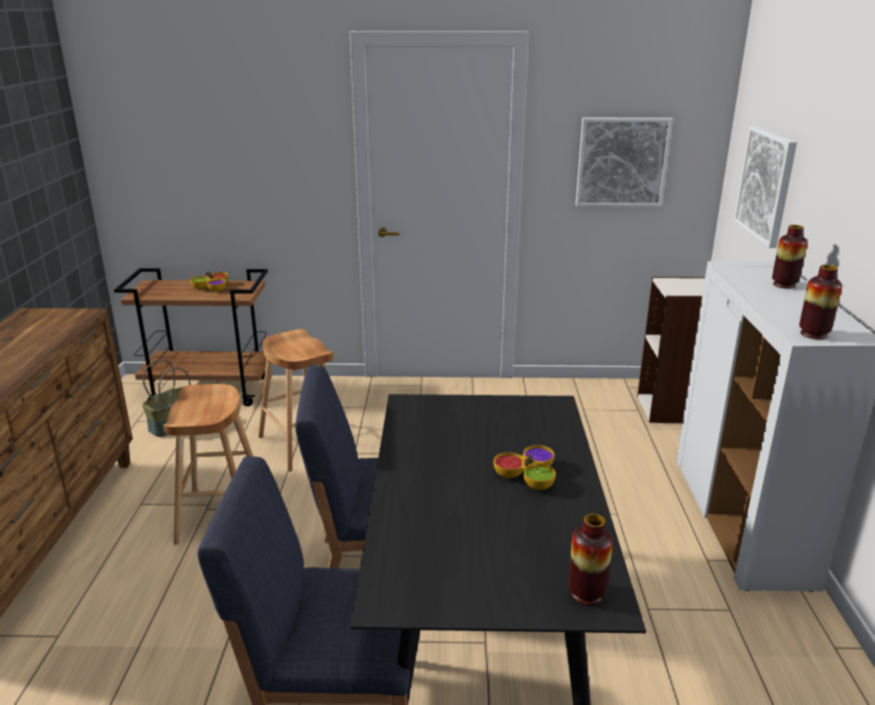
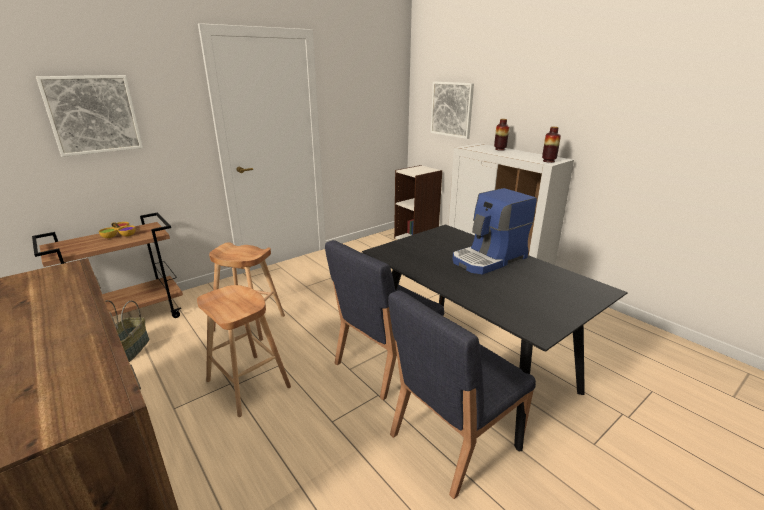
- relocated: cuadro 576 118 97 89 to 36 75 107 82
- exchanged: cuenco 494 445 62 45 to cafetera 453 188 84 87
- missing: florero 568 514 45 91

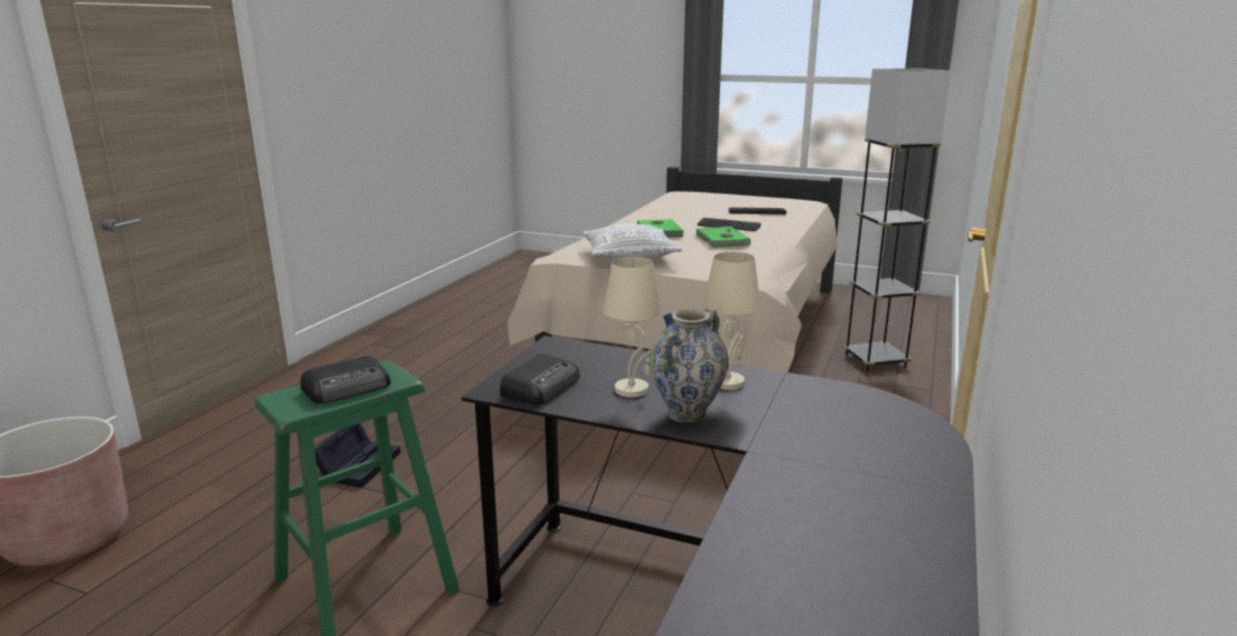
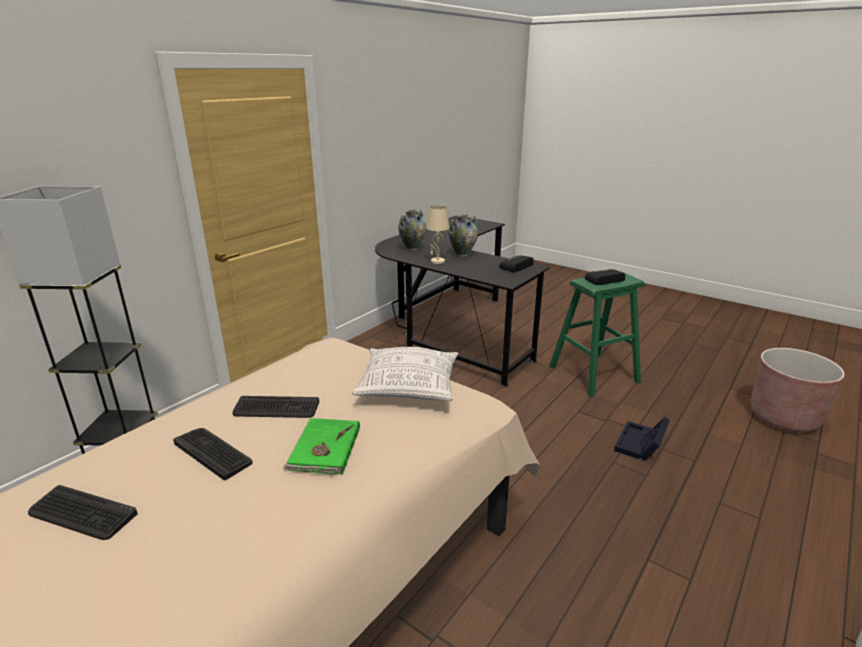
- exchanged: libro/verde 696 226 55 22 to teclado 233 396 86 22
- missing: lámpara de mesa/beis 603 257 58 140
- appeared: florero 398 209 28 42

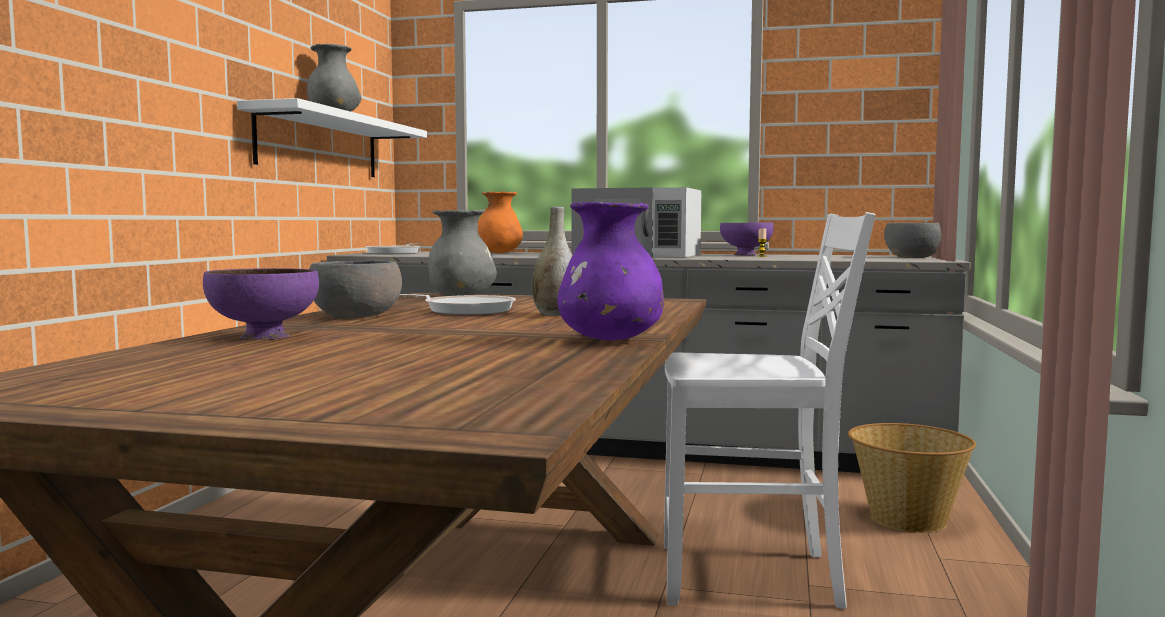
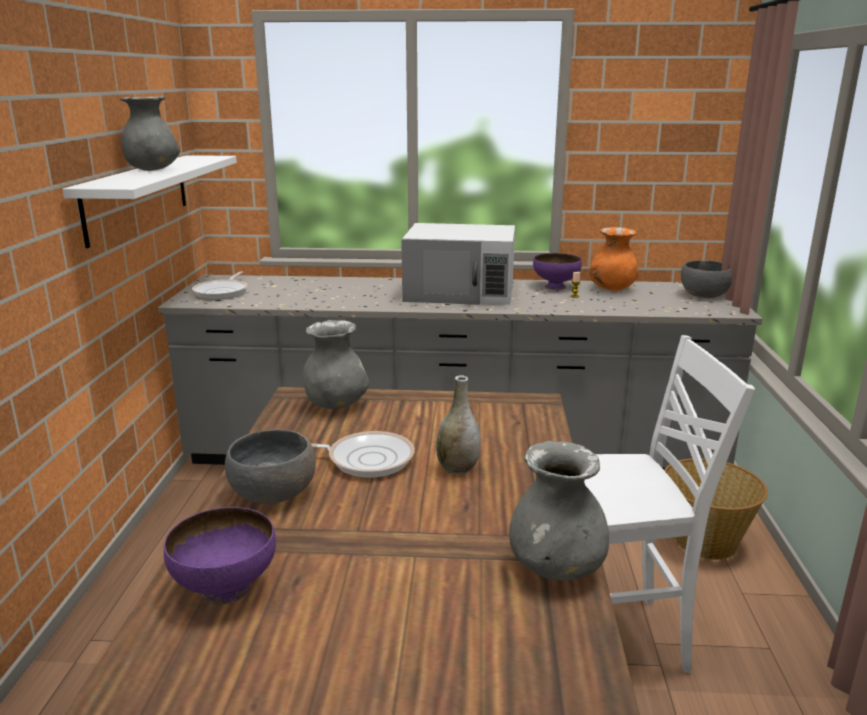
- relocated: florero/naranja 478 192 45 61 to 589 227 50 64
- colour: florero/morado 557 202 107 138 to florero/gris 509 441 100 139

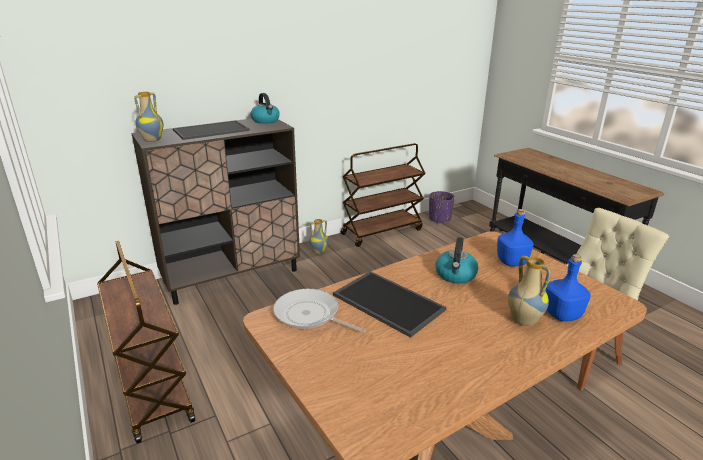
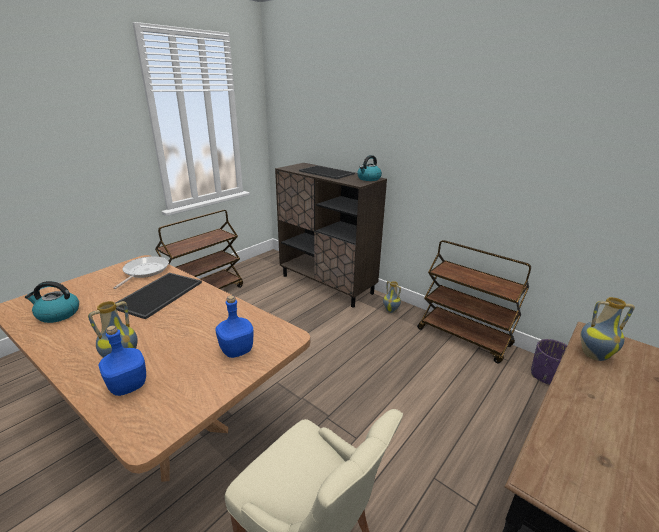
- relocated: florero 134 92 30 50 to 580 297 55 64
- relocated: hervidor 435 237 43 47 to 25 281 54 42

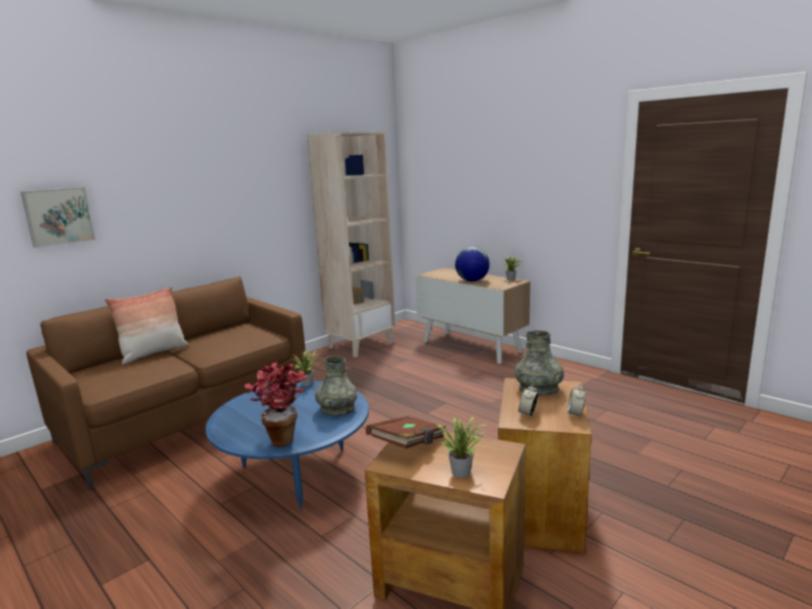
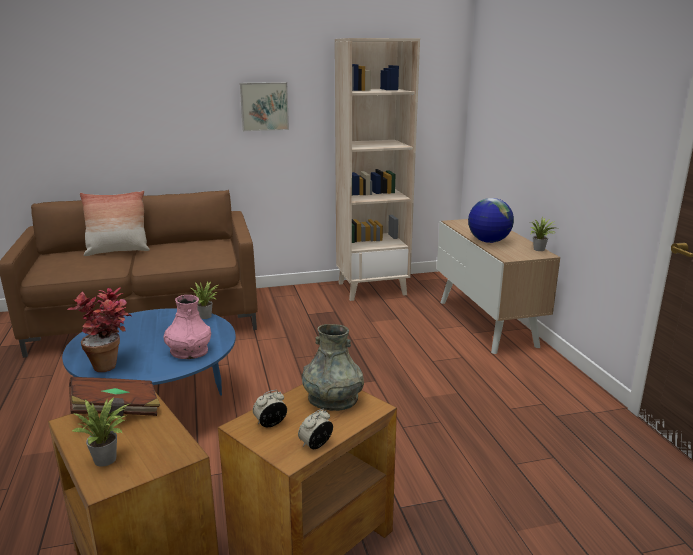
- relocated: cuadro 20 187 75 61 to 240 82 49 49
- colour: florero/gris 315 356 42 60 to florero/rosa 164 295 47 64

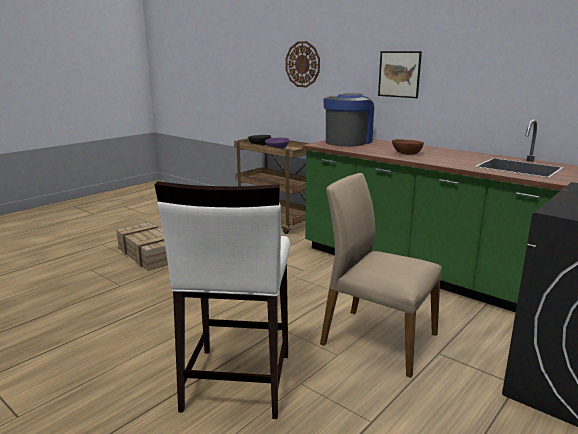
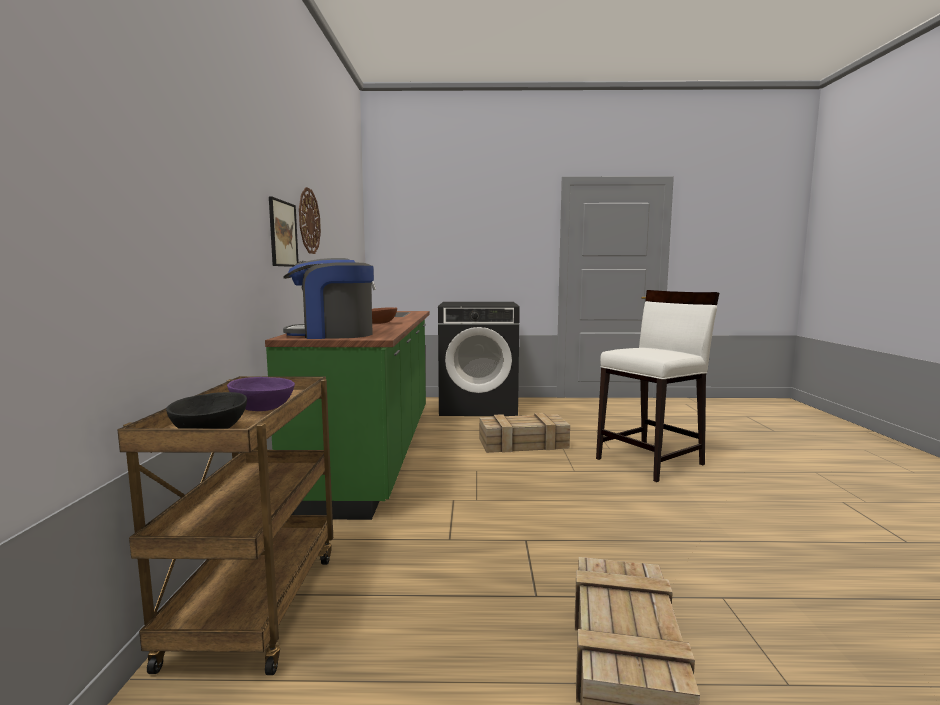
- relocated: reloj de pared 286 41 34 46 to 299 187 22 67
- exchanged: silla/beis 320 173 122 205 to caja de embalaje 480 413 90 40

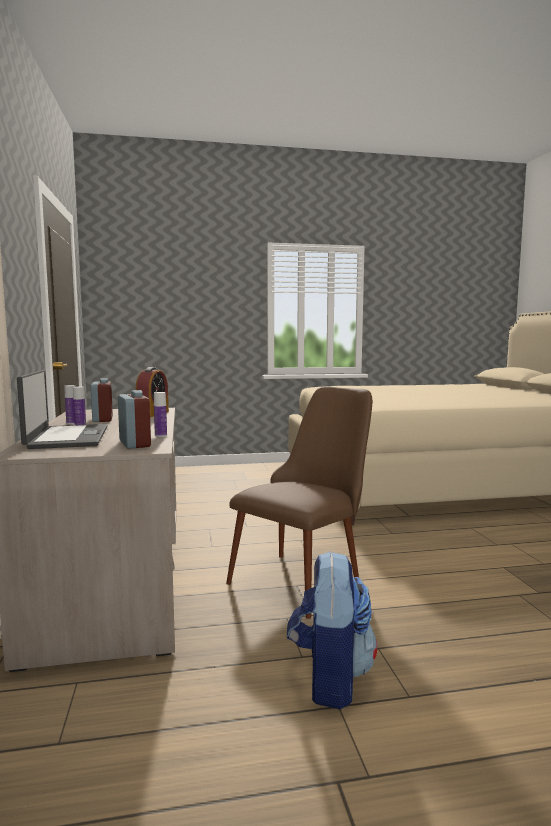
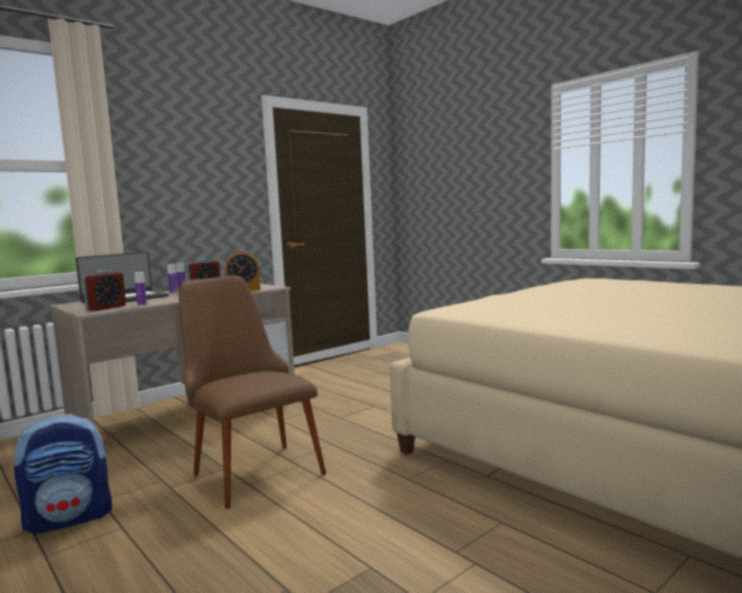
- spun: silla/marrón 226 387 146 232 = 179 276 147 233 135 degrees counterclockwise

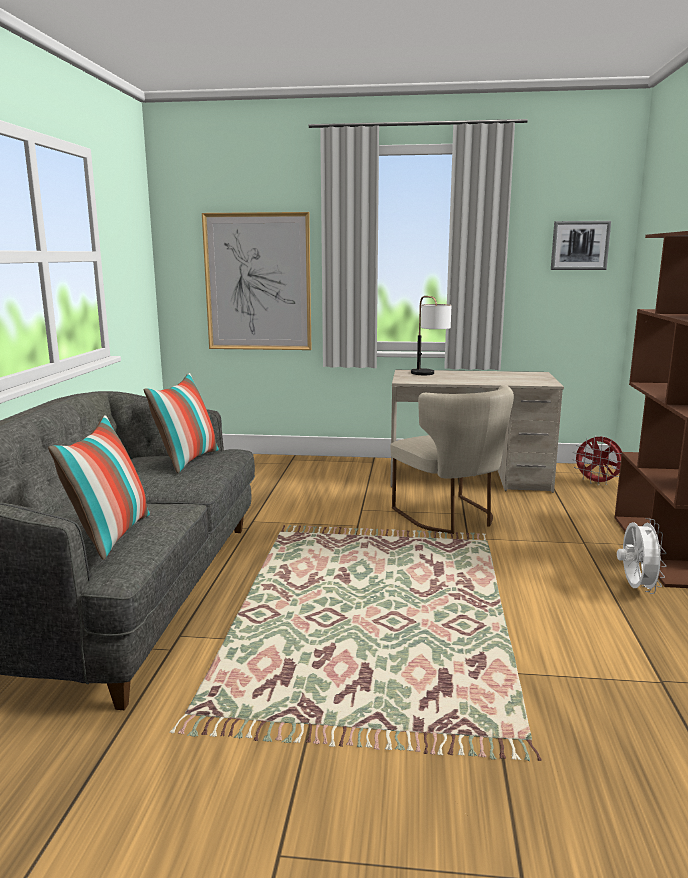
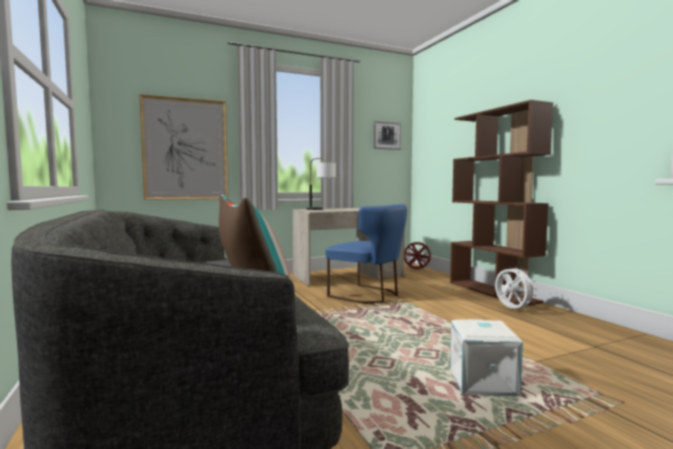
- missing: cojín 144 373 75 100
- colour: silla/beis 390 385 124 149 to silla/azul 325 204 82 100
- appeared: caja de almacenaje/blanco 450 319 73 77

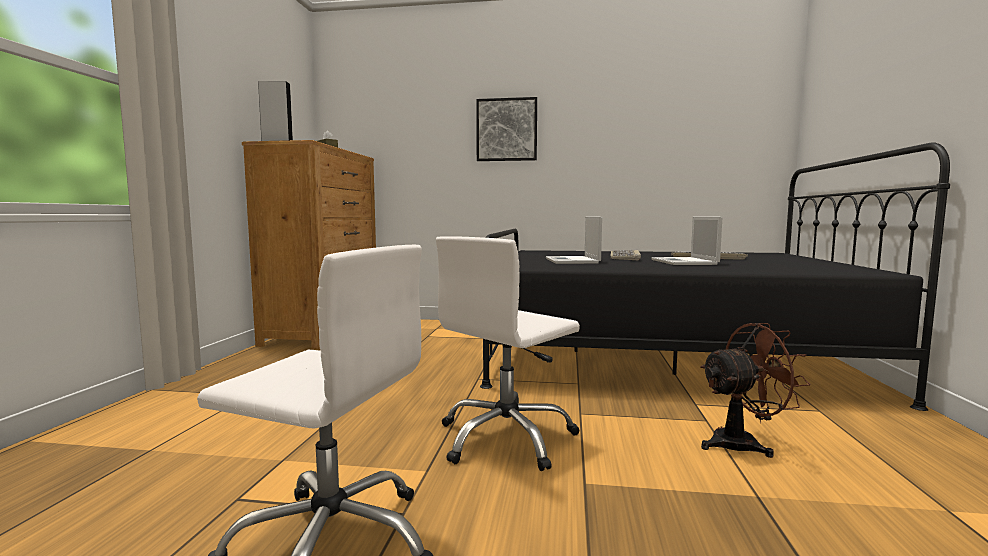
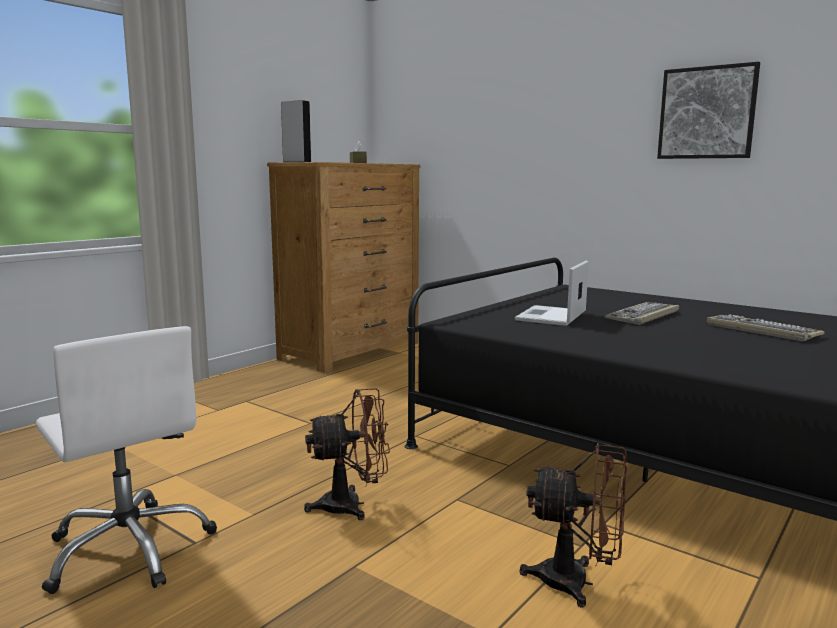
- relocated: cuadro 476 97 61 64 to 657 62 103 97
- missing: portátil 651 217 71 48
- exchanged: silla de oficina/blanco 436 236 144 235 to ventilador/marrón 304 388 86 132

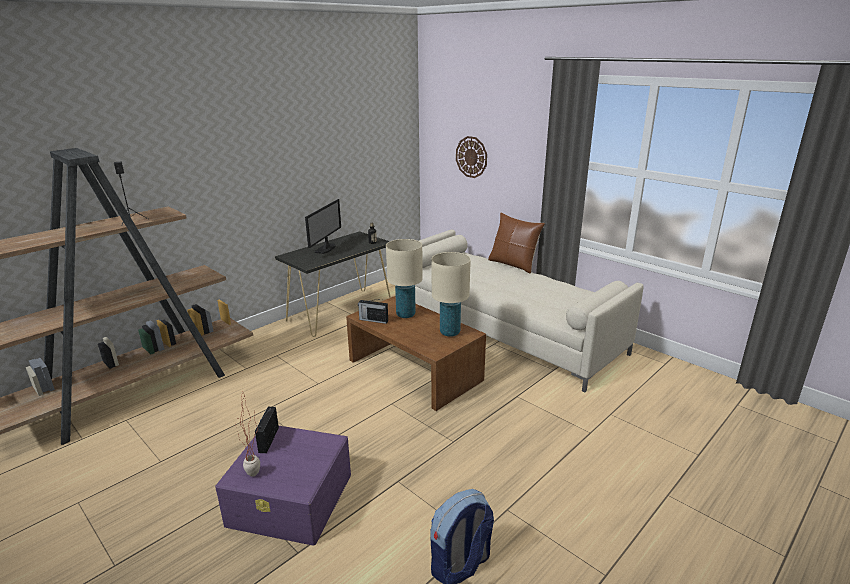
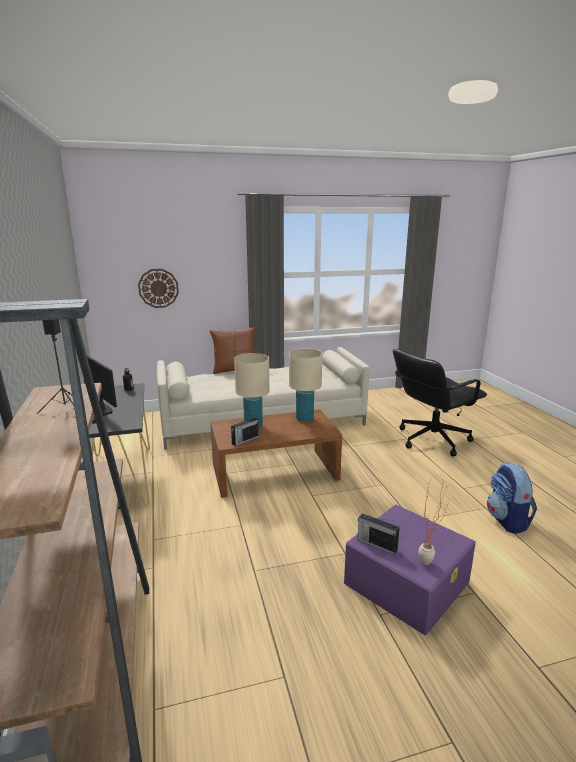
- appeared: silla de oficina/negro 393 349 94 108

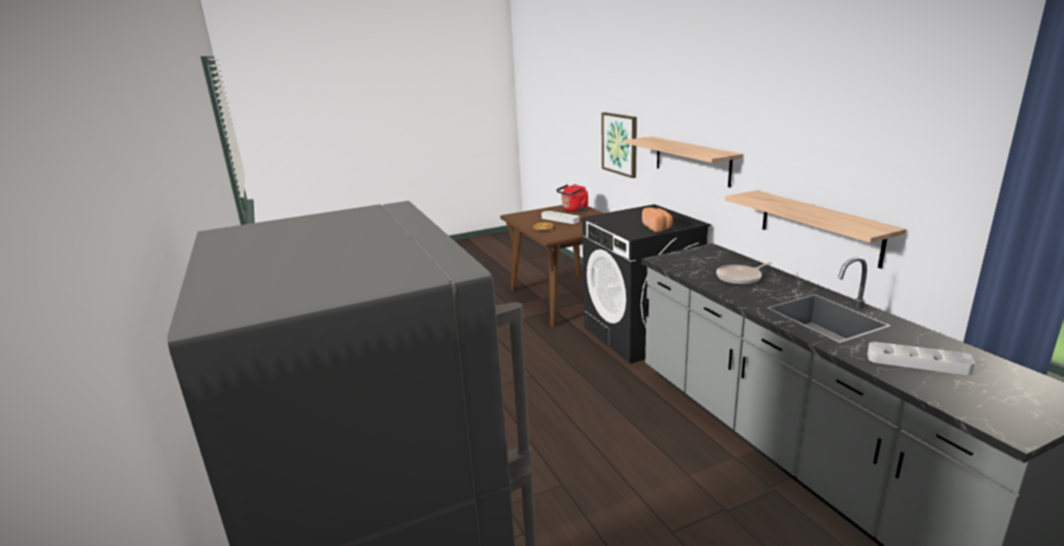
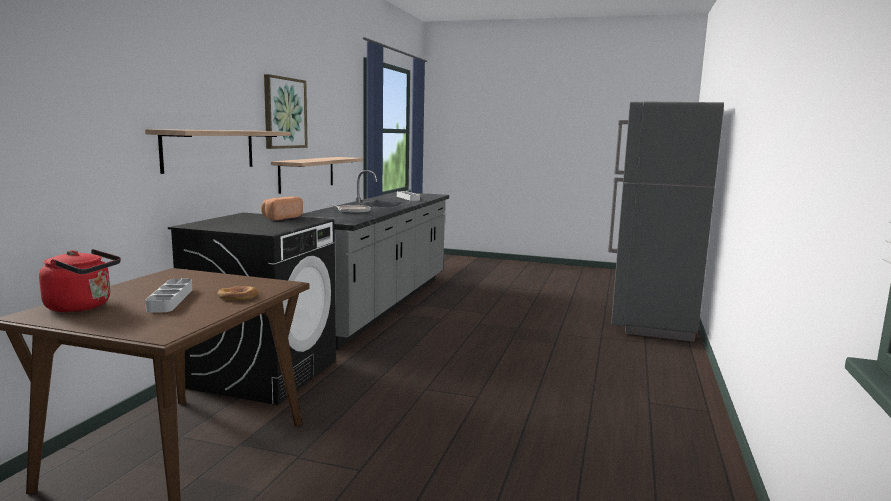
- relocated: cuadro 601 112 36 66 to 264 74 44 75

